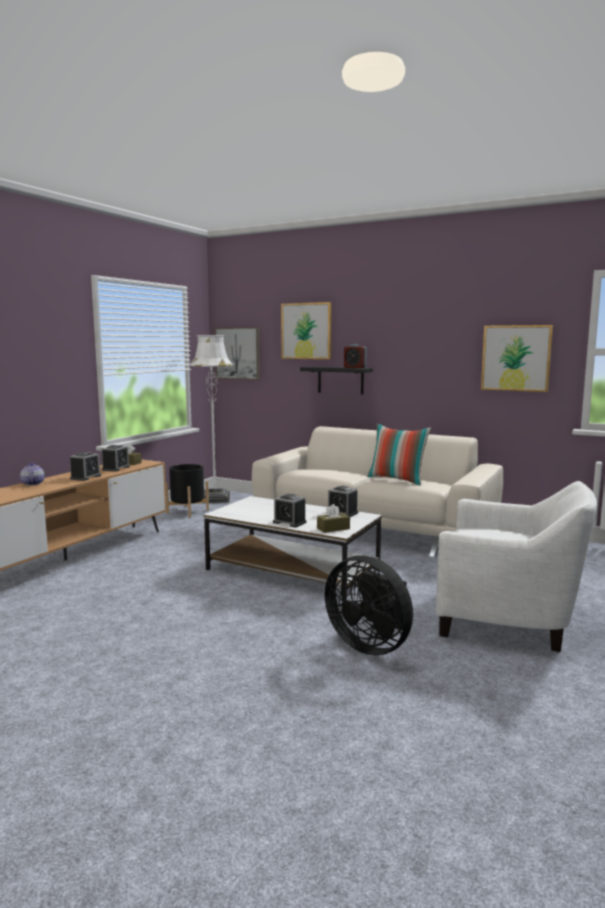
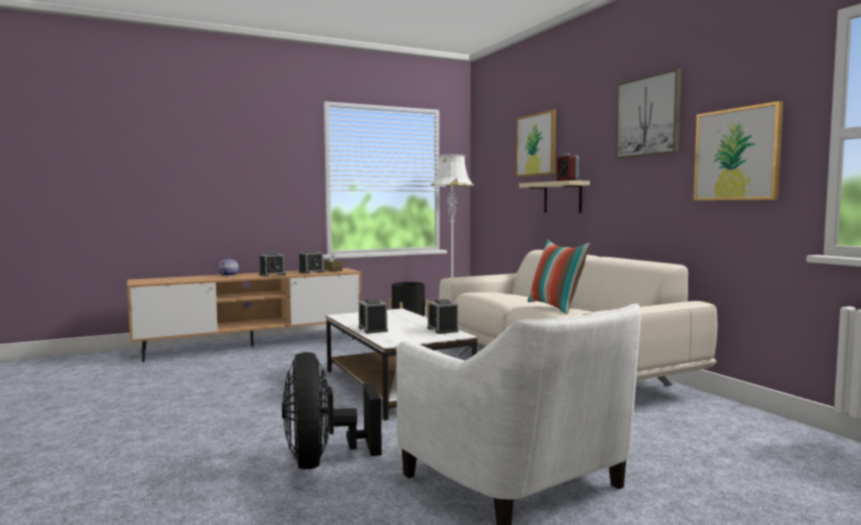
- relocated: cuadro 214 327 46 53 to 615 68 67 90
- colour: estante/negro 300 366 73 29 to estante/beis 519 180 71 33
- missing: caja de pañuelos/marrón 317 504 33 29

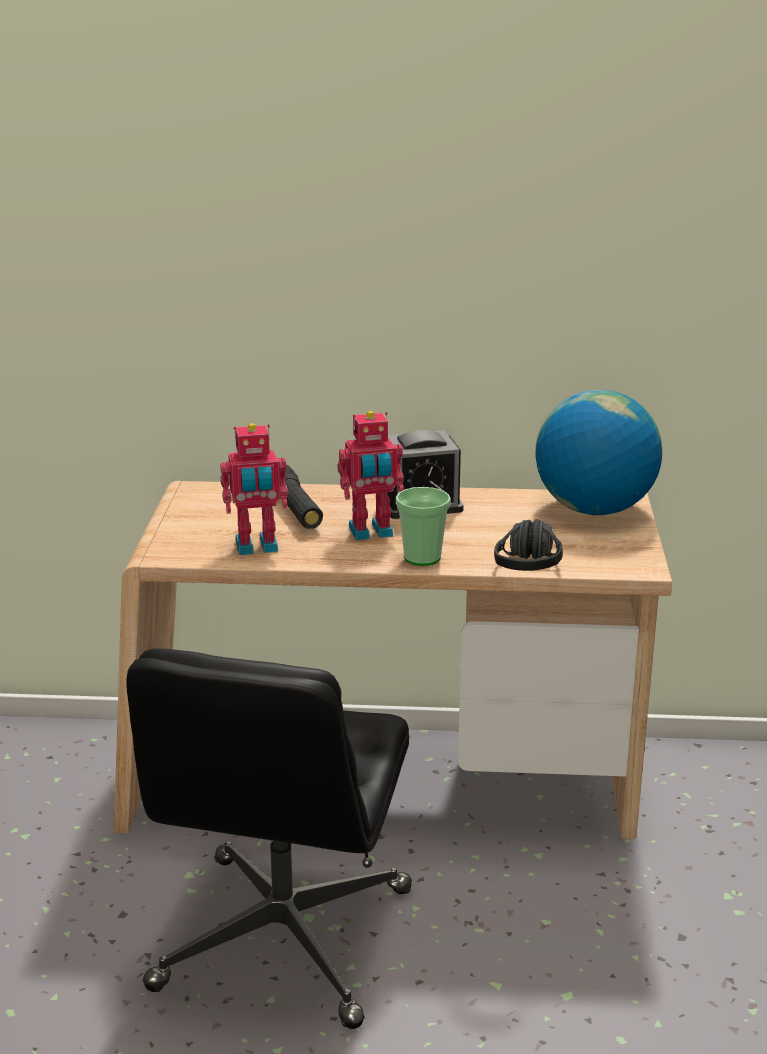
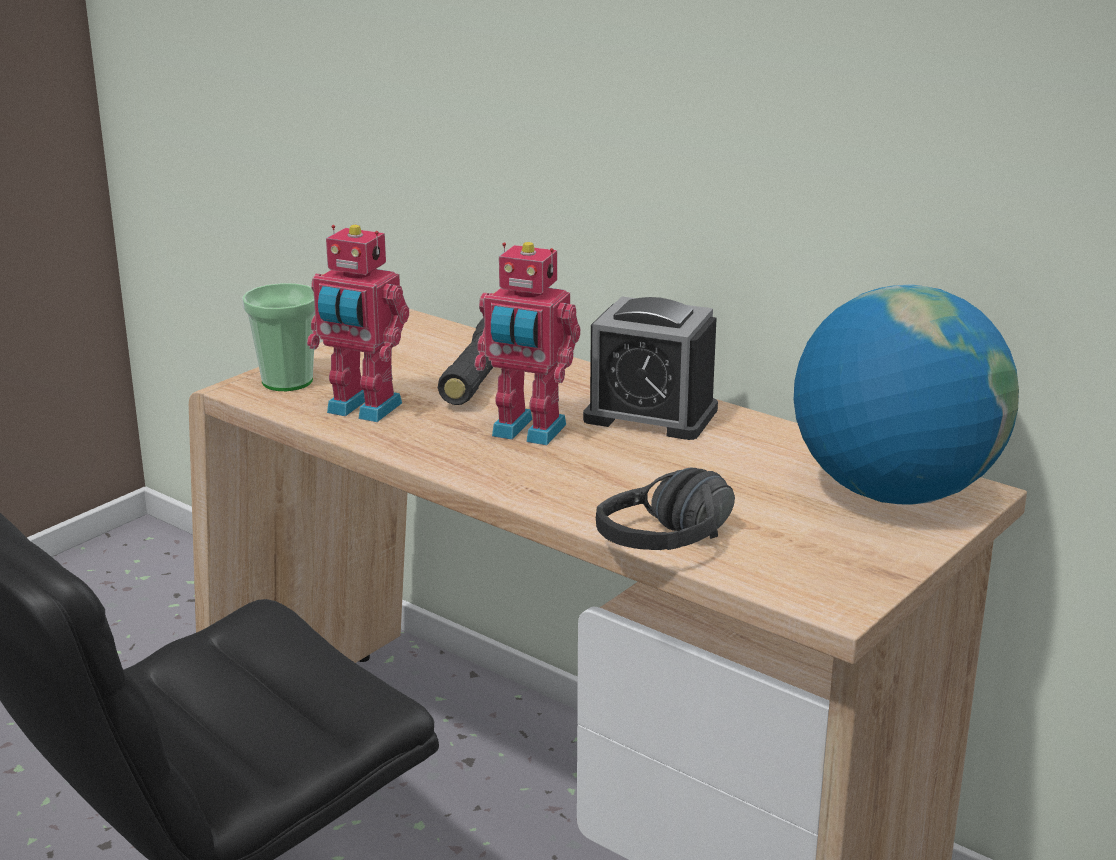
- relocated: taza 396 487 55 79 to 242 283 73 108

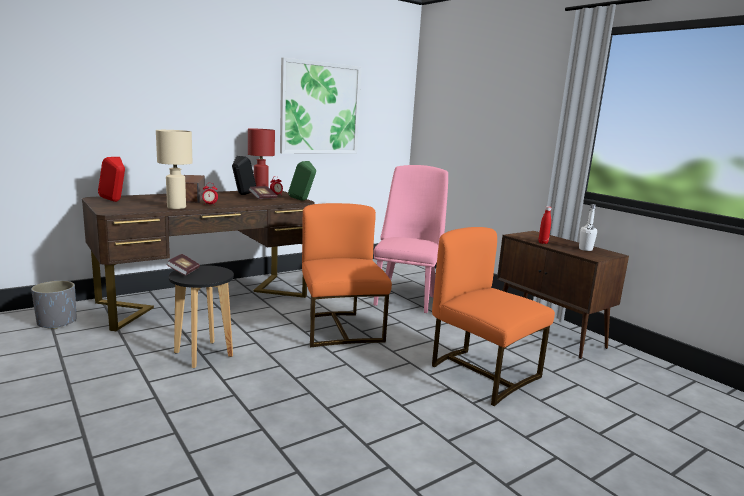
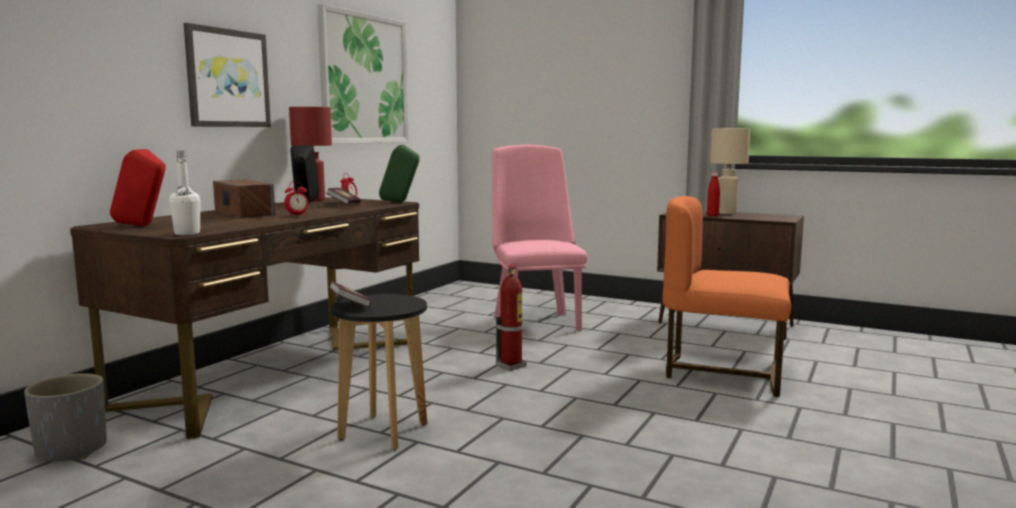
- relocated: lámpara de mesa/beis 156 130 36 79 to 710 128 40 86
- exchanged: silla/naranja 302 203 90 144 to extintor 496 263 31 108
- relocated: botella/blanco 579 204 18 47 to 169 151 32 84
- appeared: cuadro 184 23 87 104

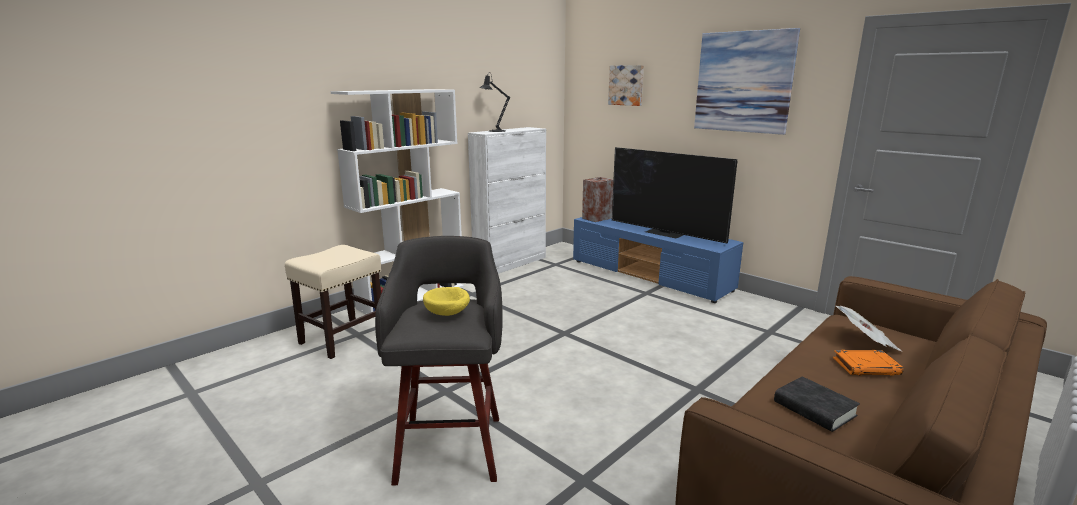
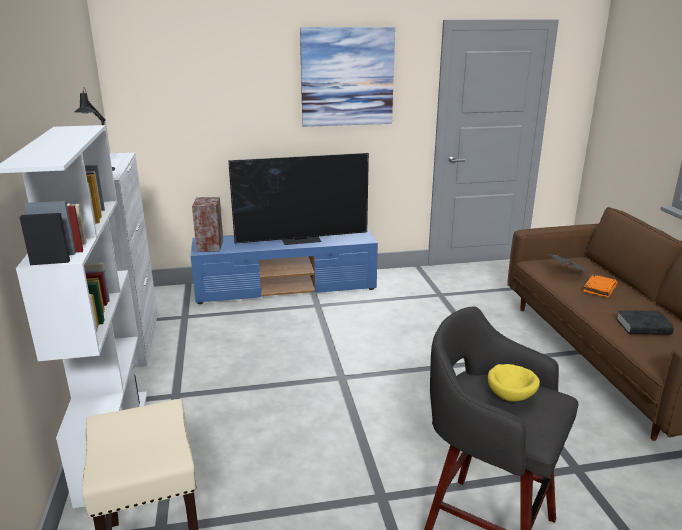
- missing: cuadro 608 65 36 41

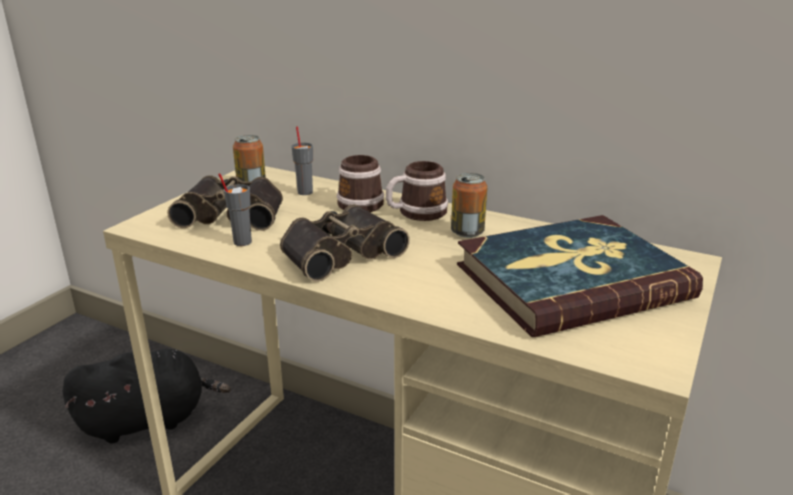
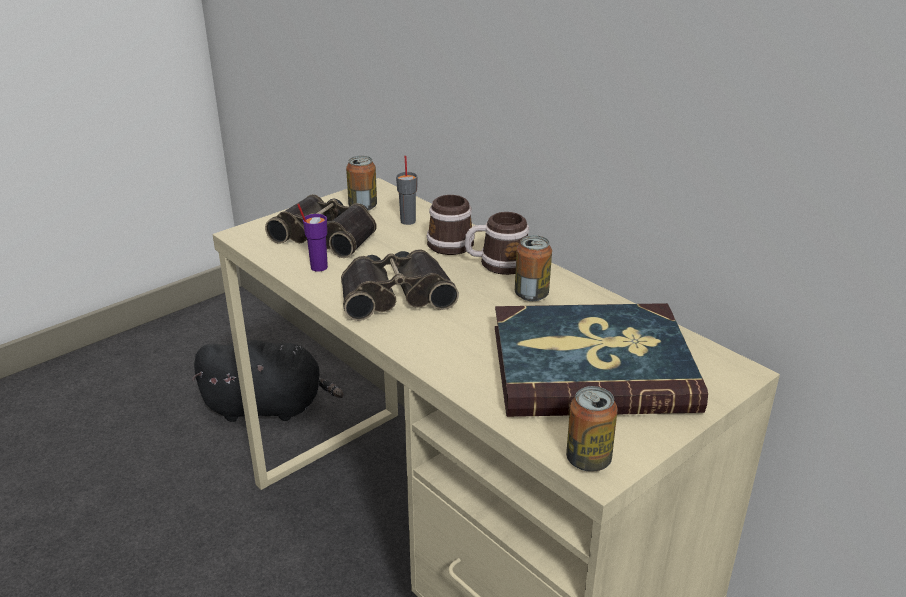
- colour: taza/gris 218 173 34 73 to taza/morado 297 203 31 69
- appeared: lata 566 386 52 86

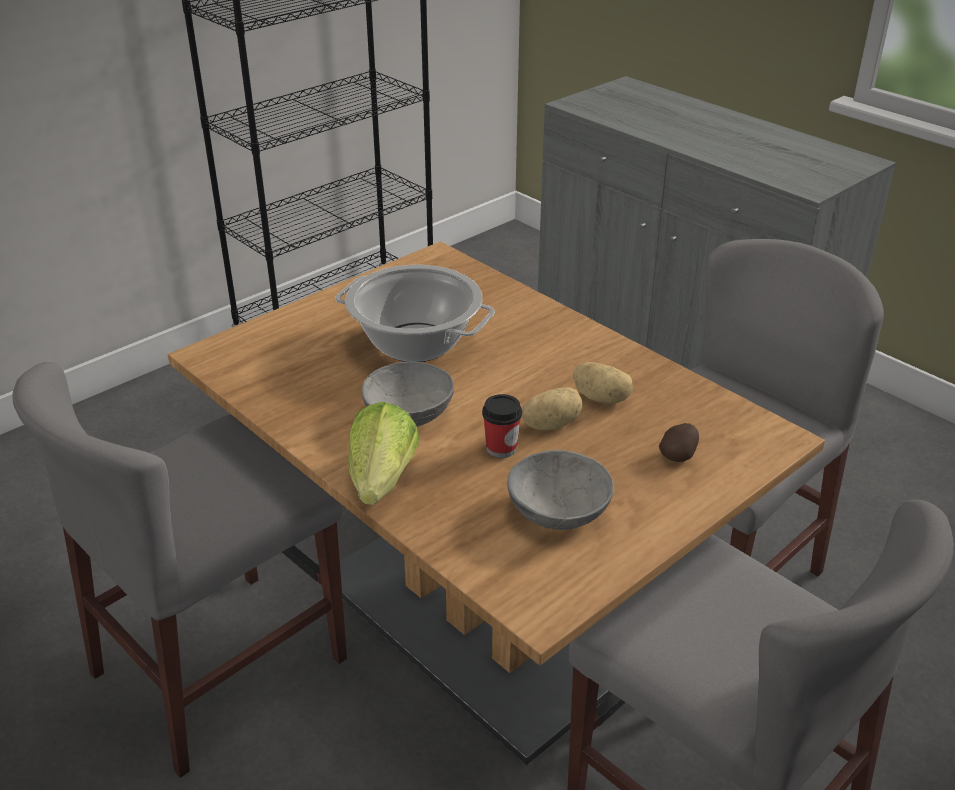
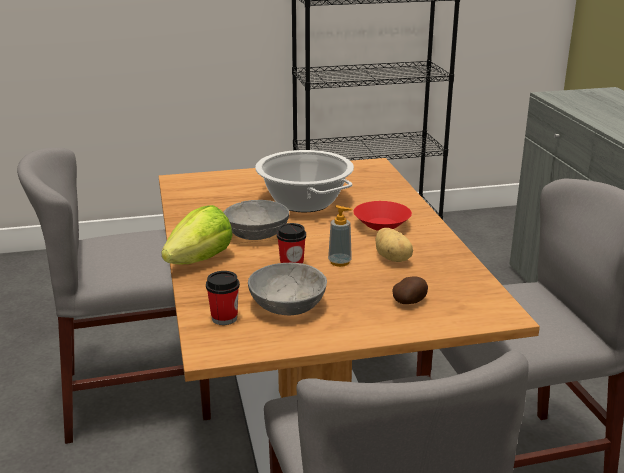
- exchanged: patata 522 387 60 43 to dispensador de jabón 328 205 24 62
- appeared: cuenco/rojo 353 201 59 30
- appeared: taza 206 271 34 54

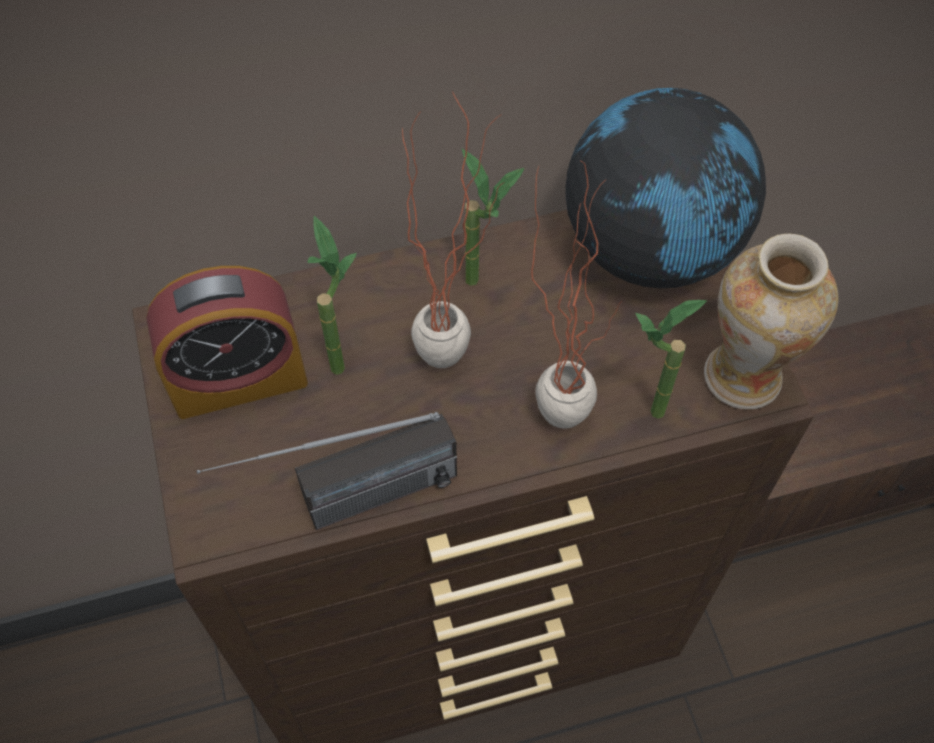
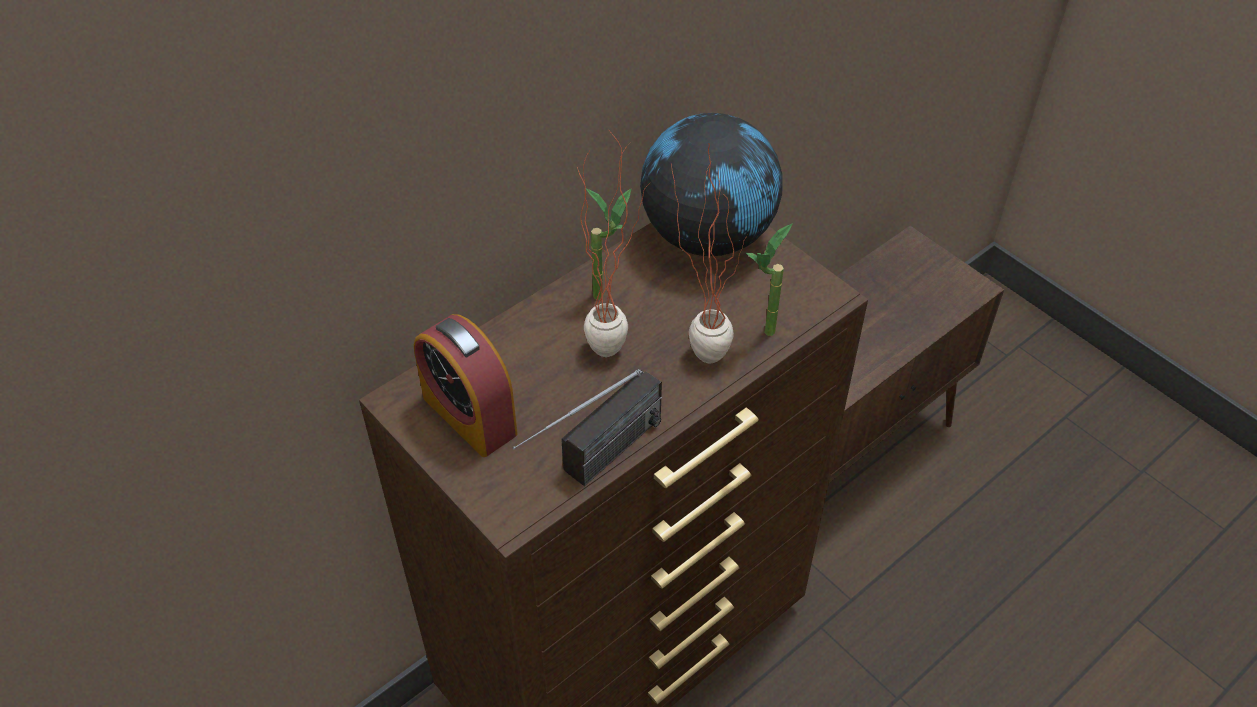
- missing: planta en maceta 308 216 49 159
- missing: florero 704 233 135 176
- spun: despertador 146 266 162 153 = 414 314 104 143 90 degrees clockwise

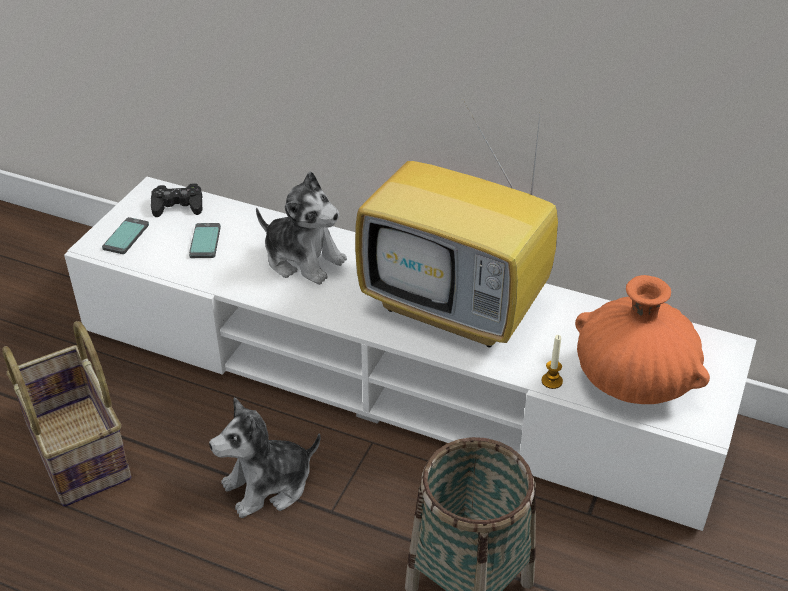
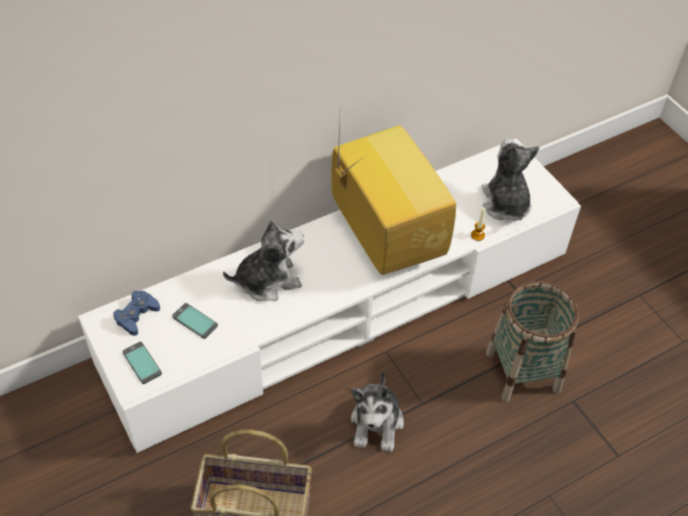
- spun: televisor 355 100 203 247 = 331 121 125 154 90 degrees counterclockwise
- colour: mando de consola/negro 151 183 52 34 to mando de consola/azul 113 291 47 45
- exchanged: florero/naranja 575 275 135 129 to peluche 481 139 59 82

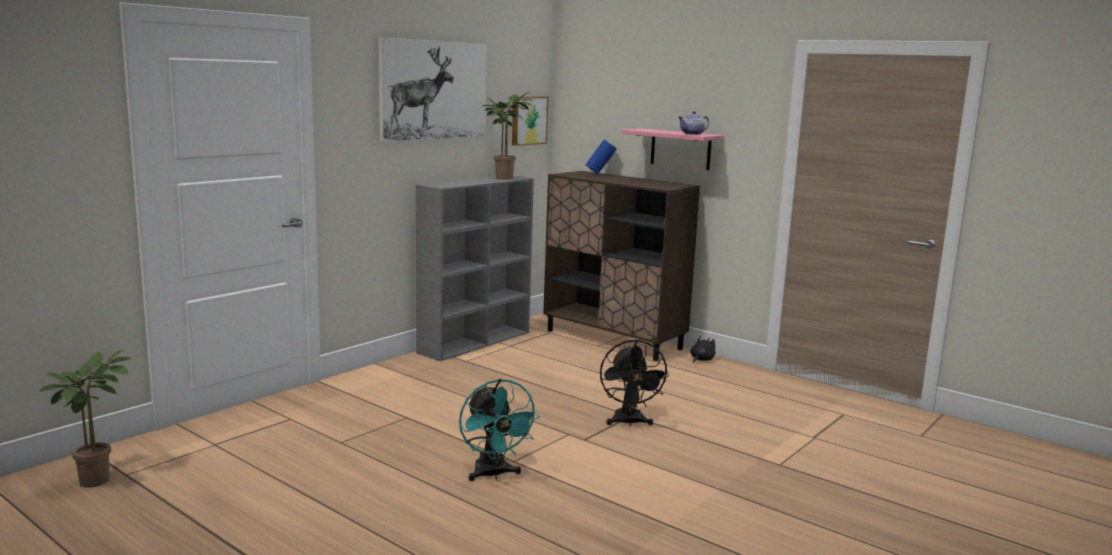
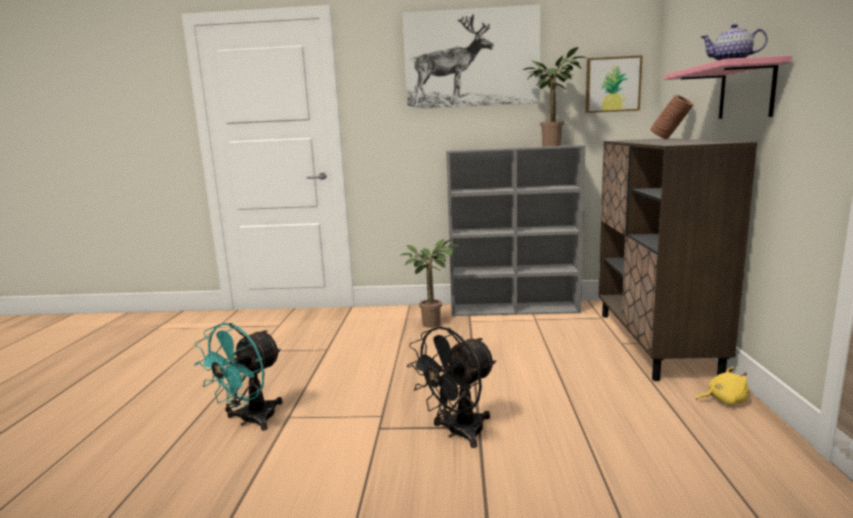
- colour: florero/azul 586 140 31 34 to florero/marrón 650 95 43 44
- colour: peluche/negro 690 336 25 27 to peluche/amarillo 696 367 53 38
- relocated: planta en maceta 39 350 93 138 to 399 239 60 89

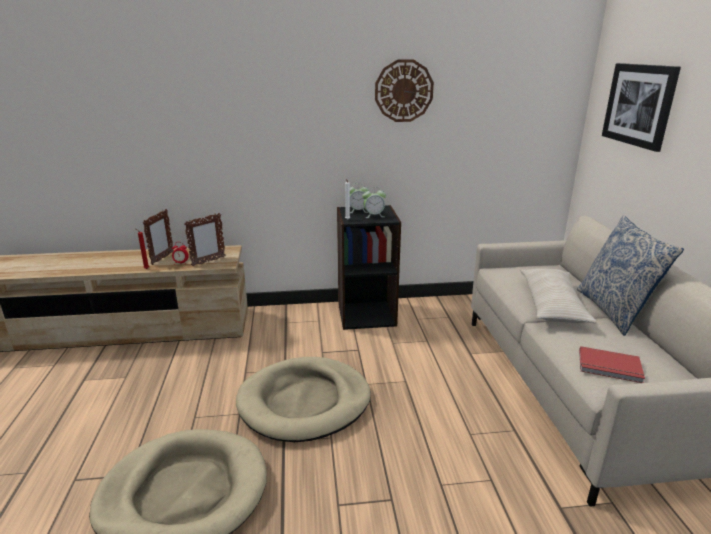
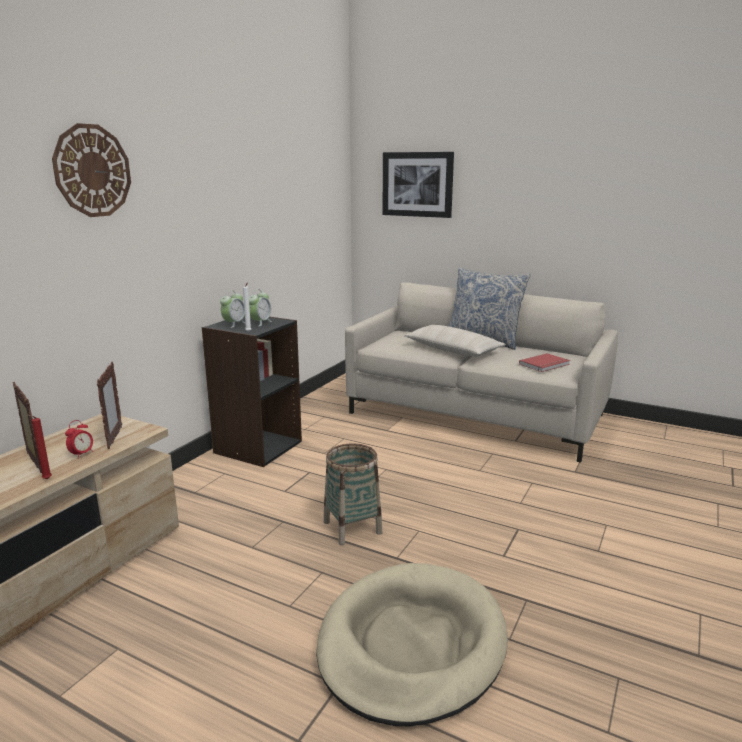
- relocated: reloj de pared 375 59 59 63 to 52 123 79 94
- exchanged: cama para perro/beis 236 357 135 85 to cesta 324 443 58 102

